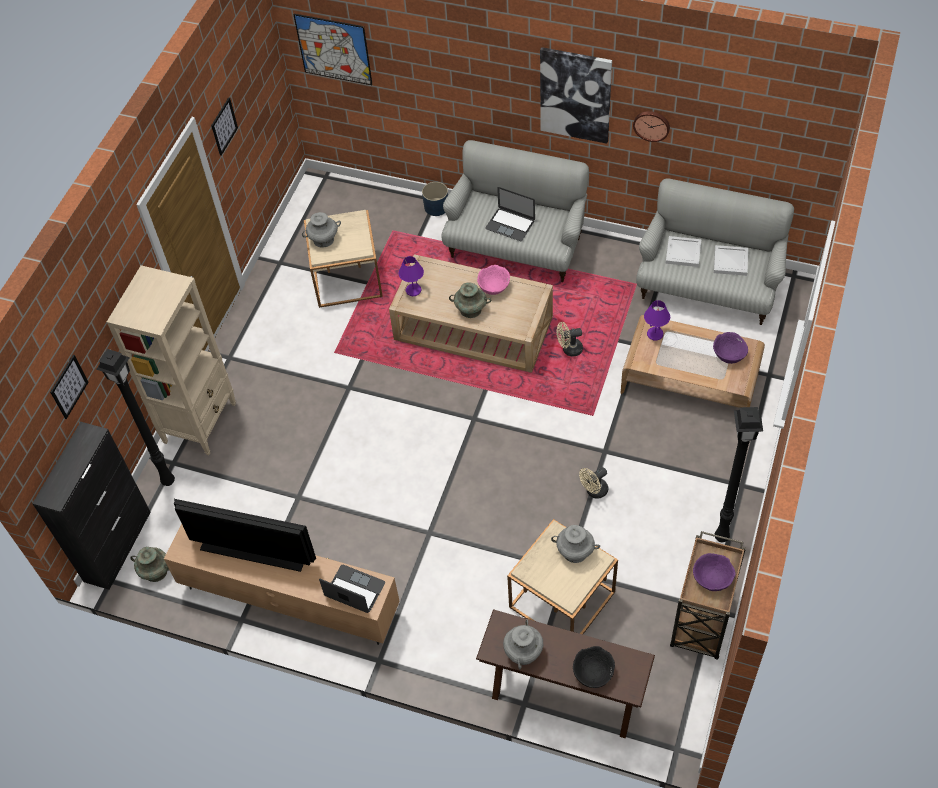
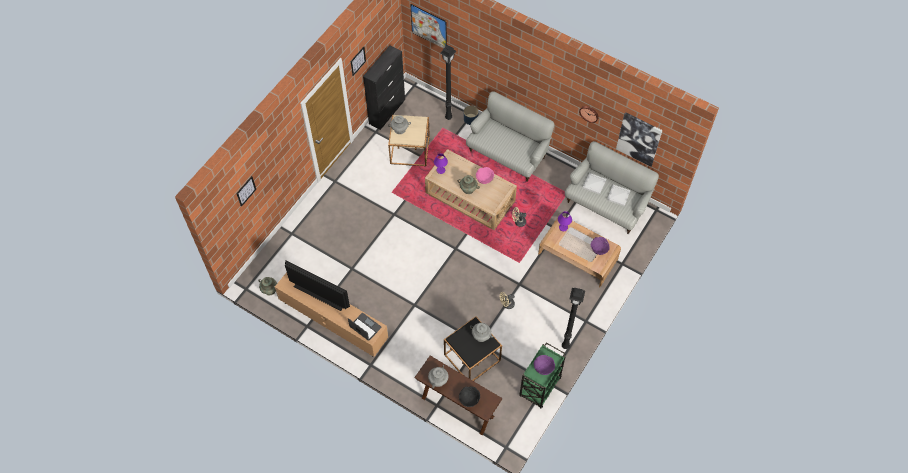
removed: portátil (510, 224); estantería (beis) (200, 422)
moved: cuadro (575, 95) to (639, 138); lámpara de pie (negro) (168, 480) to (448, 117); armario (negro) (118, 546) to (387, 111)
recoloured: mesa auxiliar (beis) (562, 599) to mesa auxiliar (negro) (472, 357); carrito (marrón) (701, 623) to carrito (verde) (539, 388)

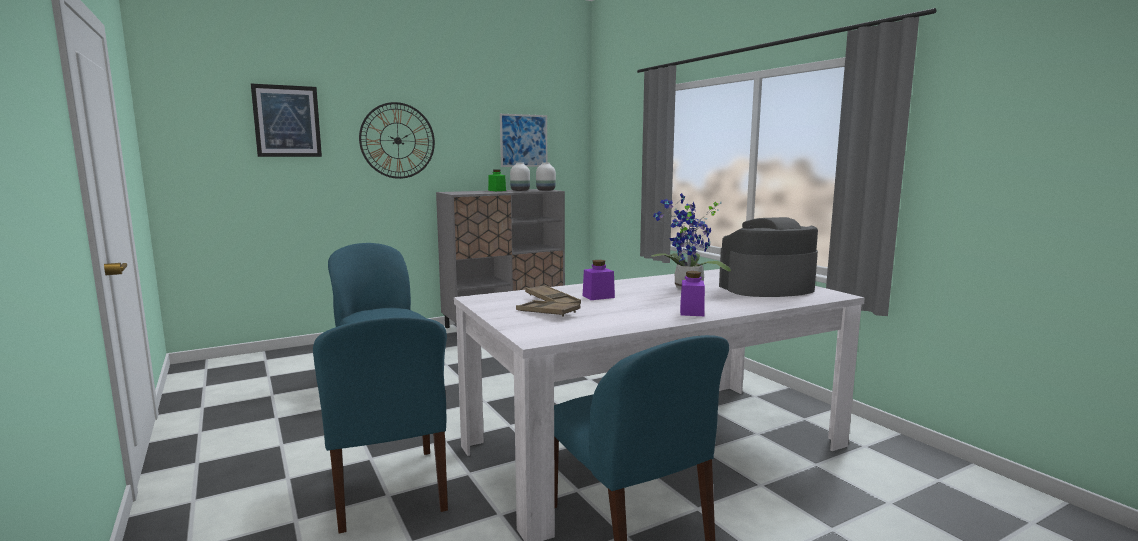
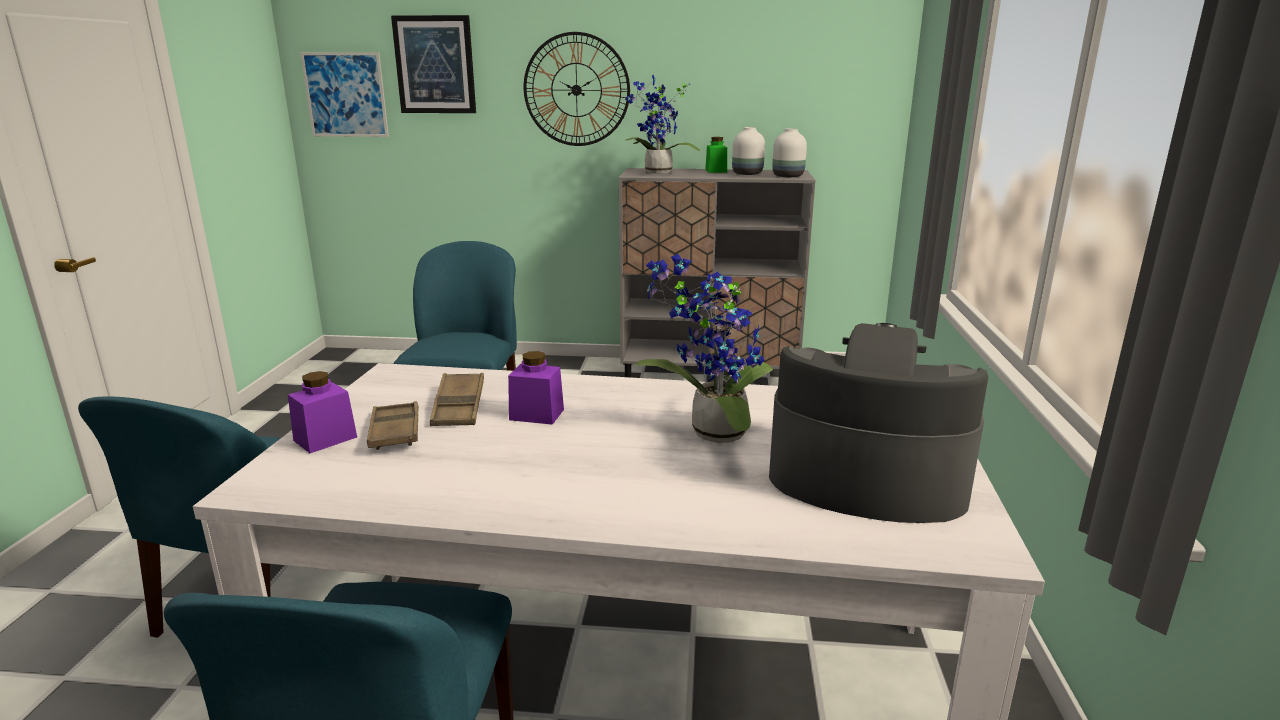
added: planta en maceta (657, 173)
moved: cuadro (523, 140) to (345, 95); tarro (morado) (691, 312) to (325, 439)

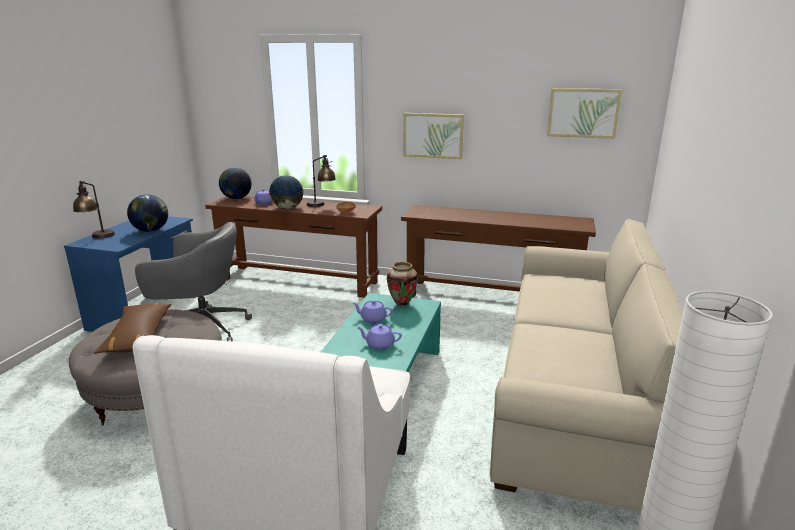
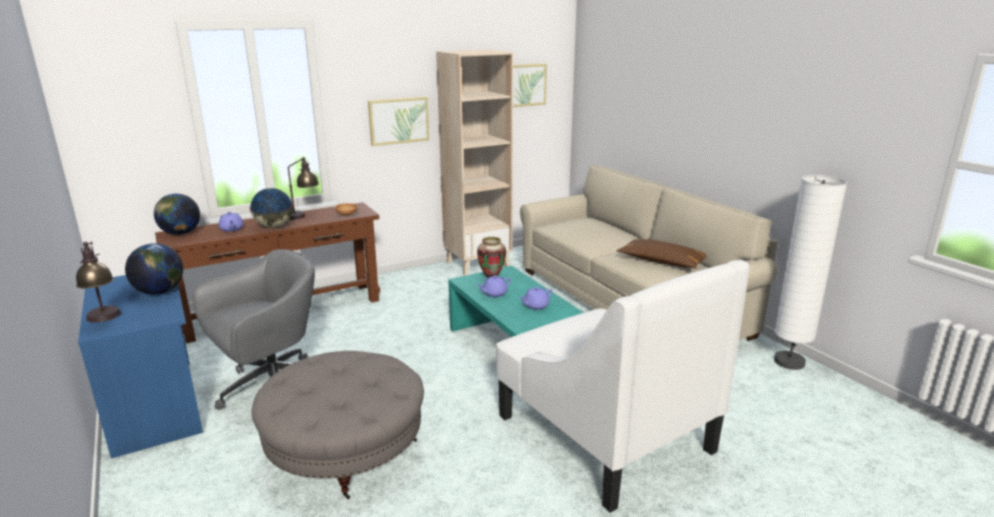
moved: cojín (marrón) (138, 336) to (661, 262)
replaced: mesa consola (marrón) (491, 297) to estantería (beis) (478, 264)

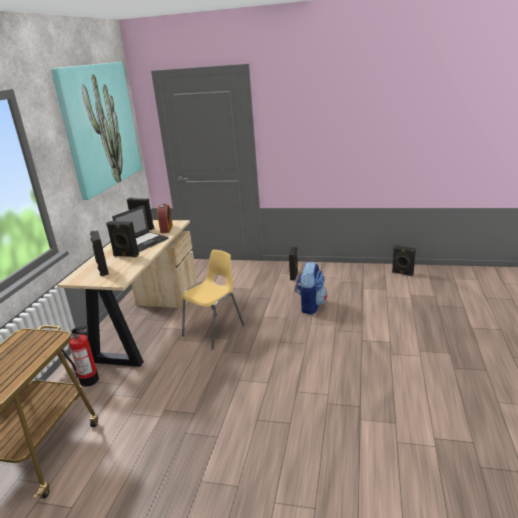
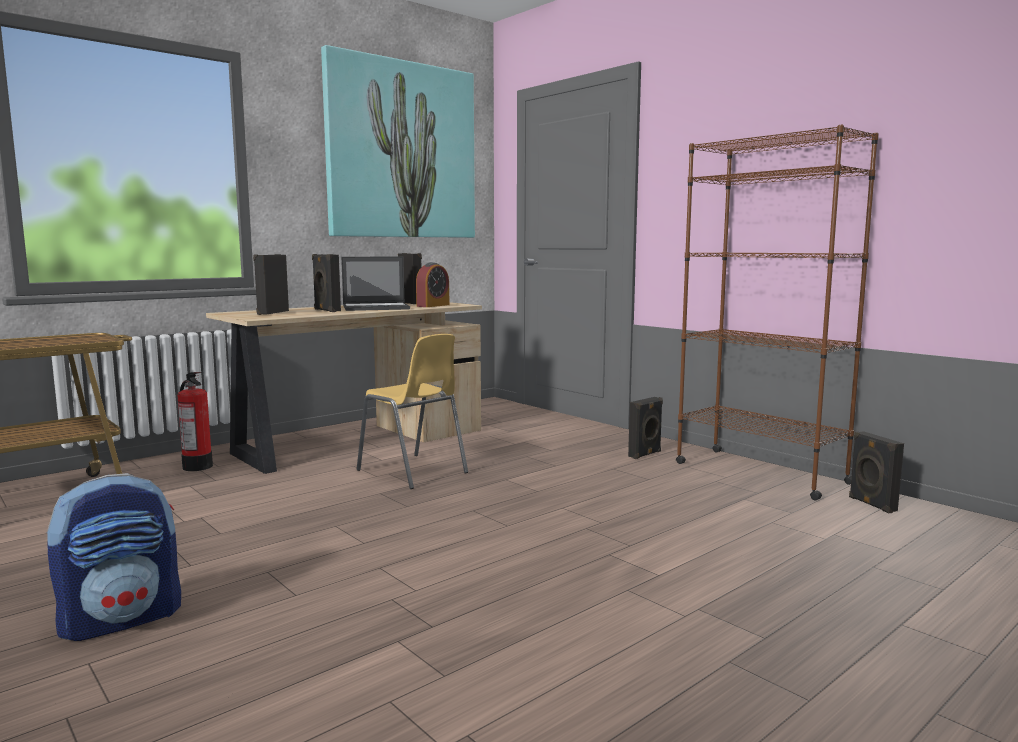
added: estantería (marrón) (759, 472)
moved: mochila (310, 306) to (122, 619)
turned: silla (amarillo) (214, 330) = (413, 472) 60 degrees clockwise

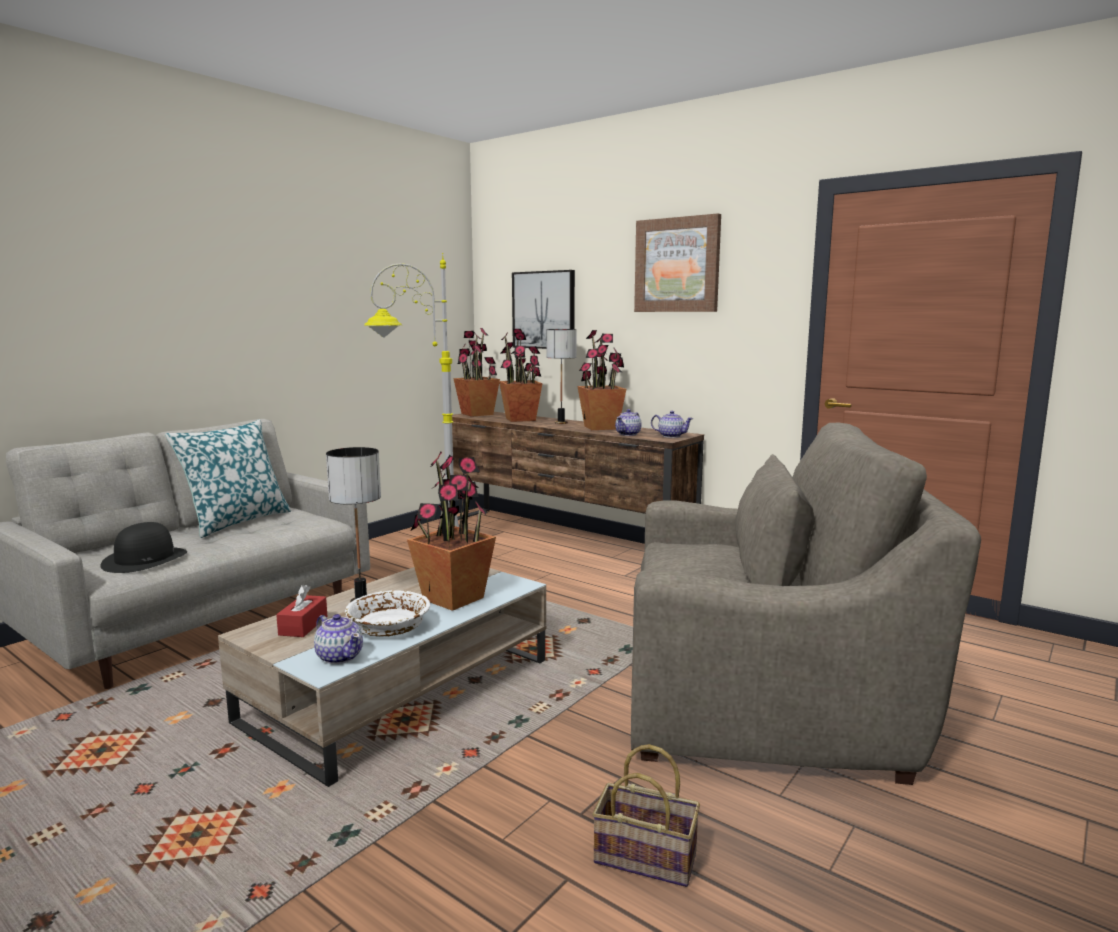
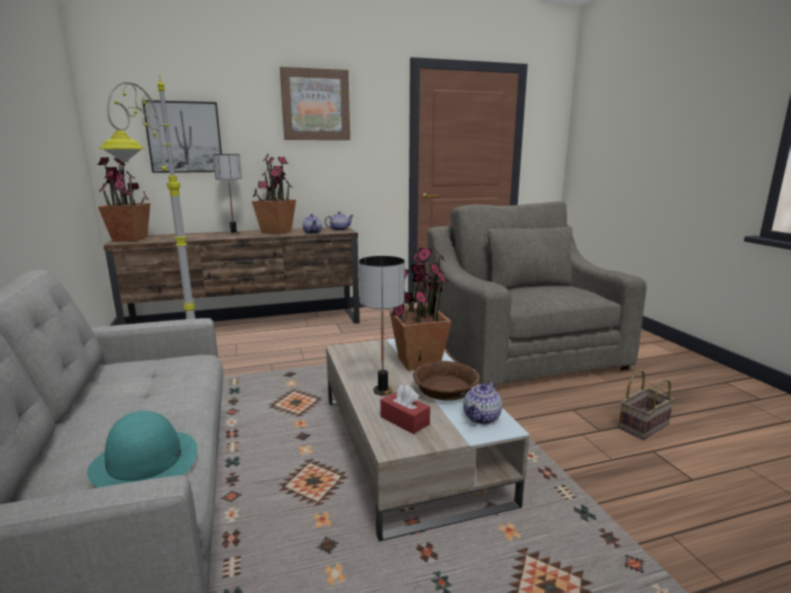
removed: planta en maceta (521, 419); cojín (236, 522)
recoloured: sombrero (negro) (145, 559) to sombrero (turquesa) (145, 462); cuenco (blanco) (388, 627) to cuenco (marrón) (445, 391)
turned: sillón (gris) (765, 693) = (521, 352) 60 degrees counterclockwise; tetera (339, 656) = (482, 417) 135 degrees clockwise

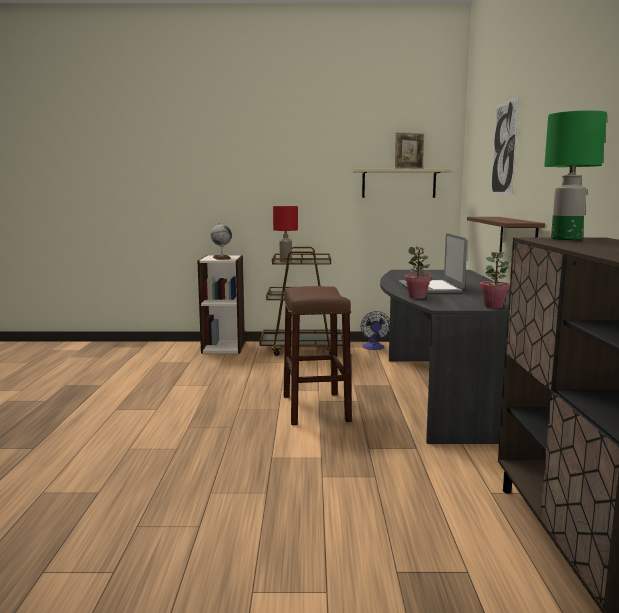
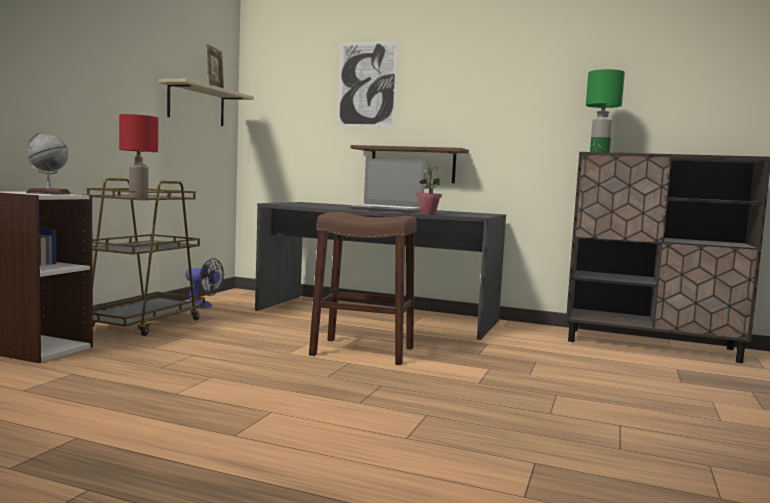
removed: planta en maceta (493, 306)

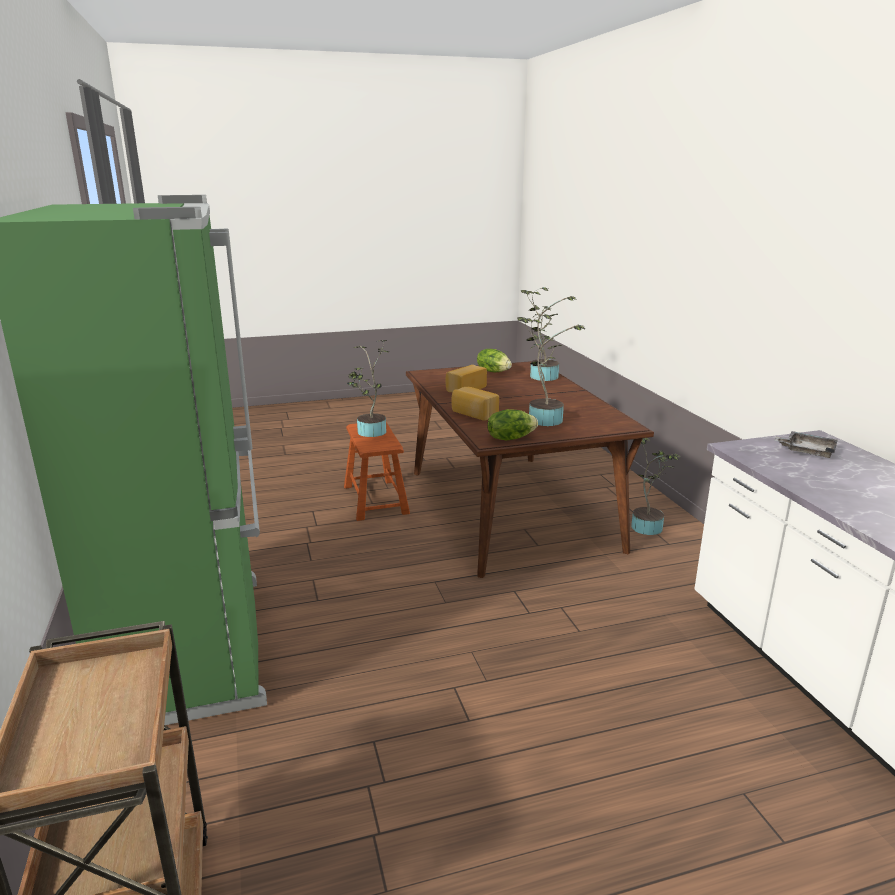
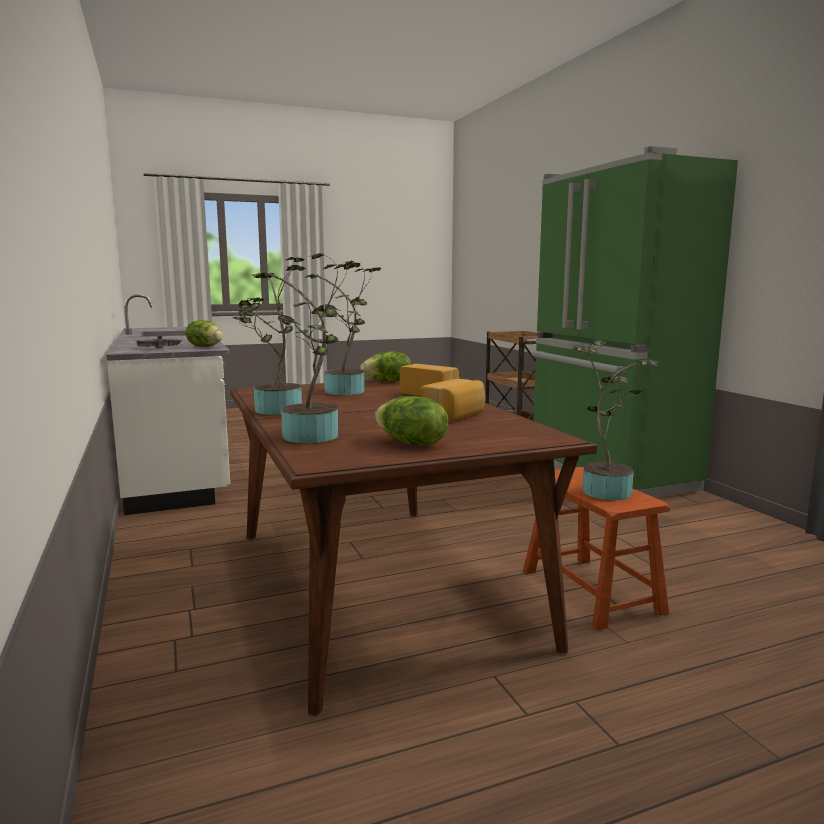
added: lechuga (205, 347)
moved: planta en maceta (647, 526) to (275, 411)

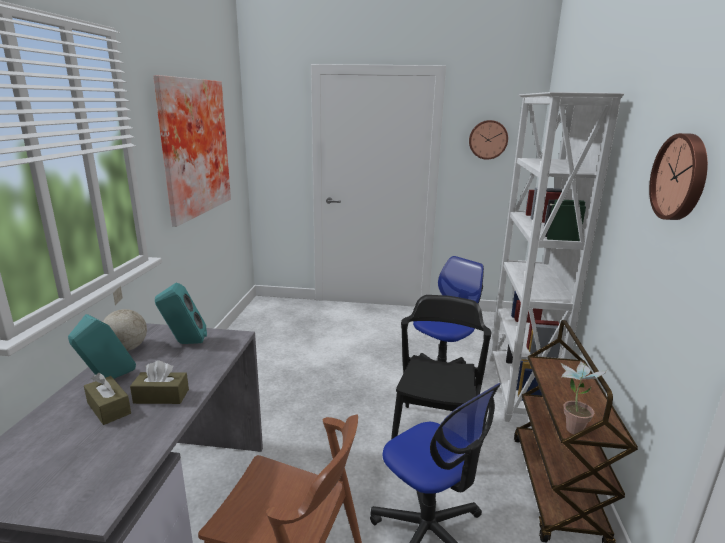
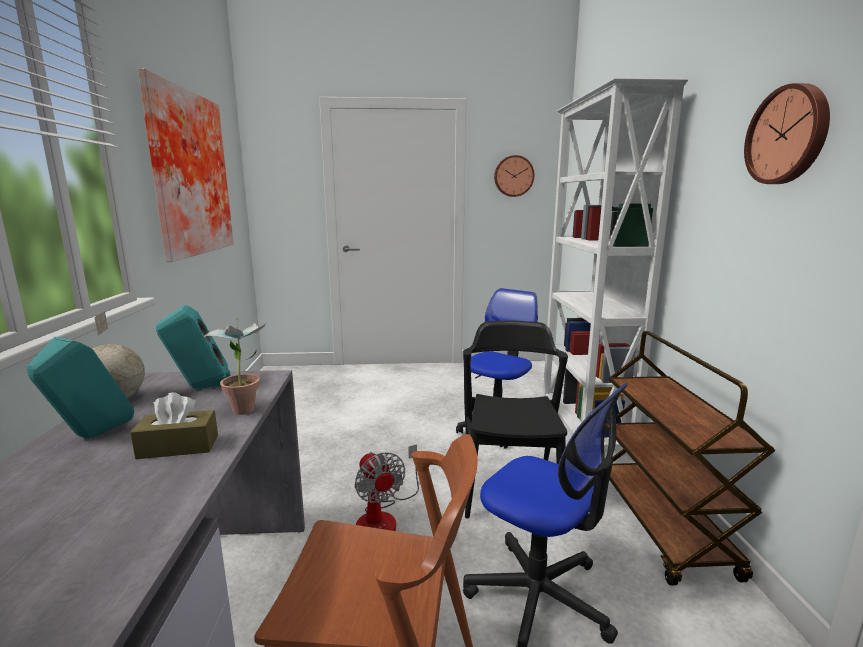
removed: caja de pañuelos (marrón) (109, 408)
added: ventilador (384, 517)
moved: planta en maceta (572, 425) to (245, 407)

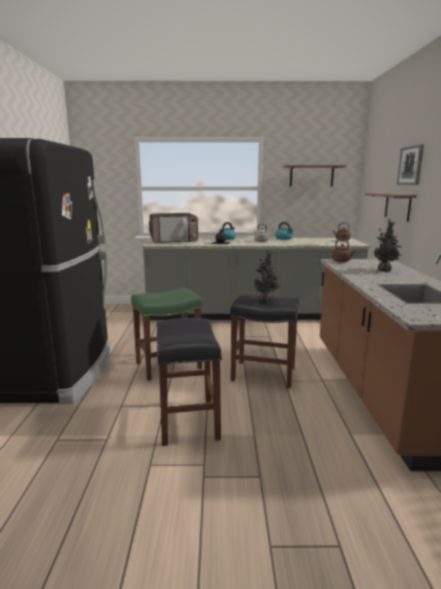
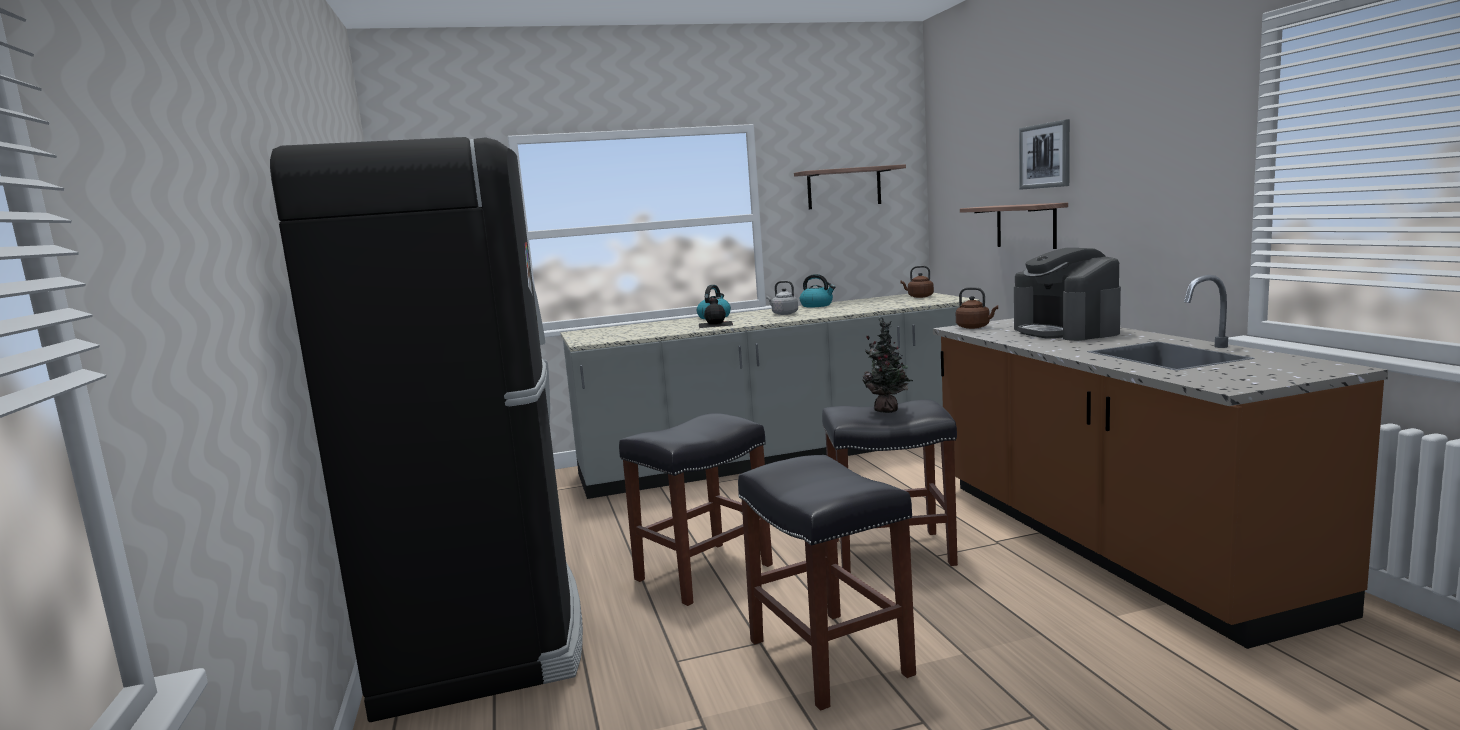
removed: microondas (174, 240)
replaced: planta en maceta (385, 270) to cafetera (1066, 331)
recoloured: taburete (verde) (169, 365) to taburete (negro) (704, 571)

